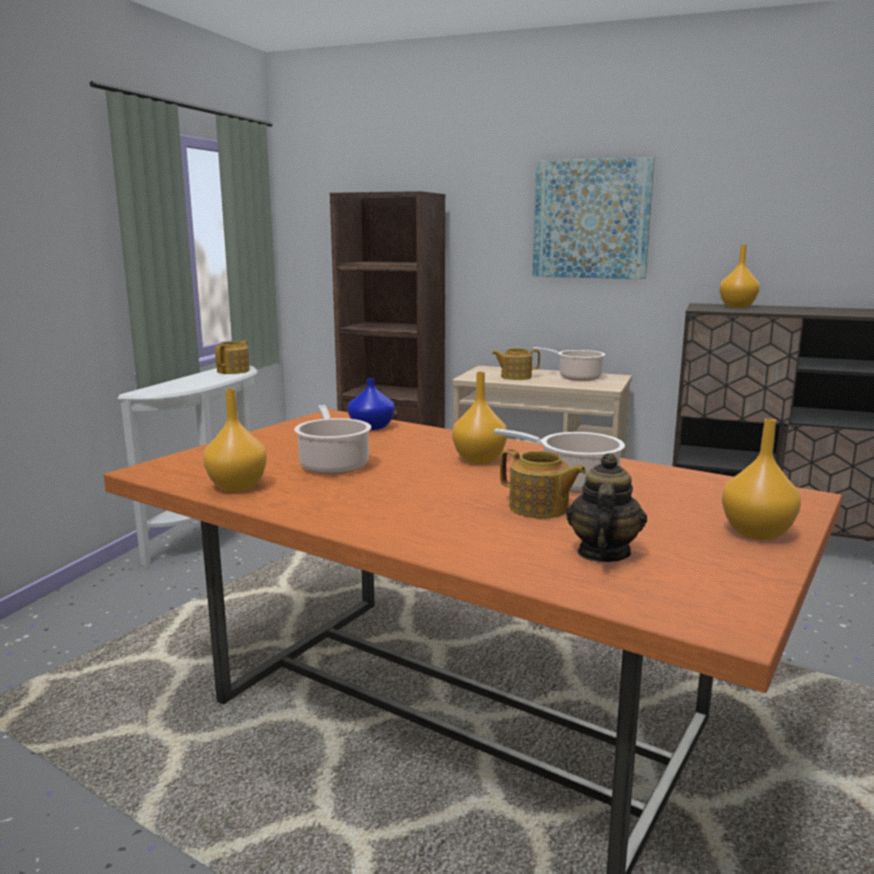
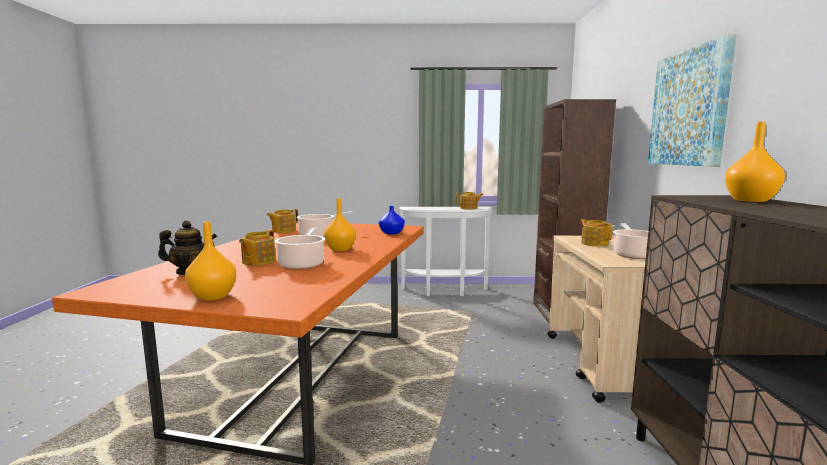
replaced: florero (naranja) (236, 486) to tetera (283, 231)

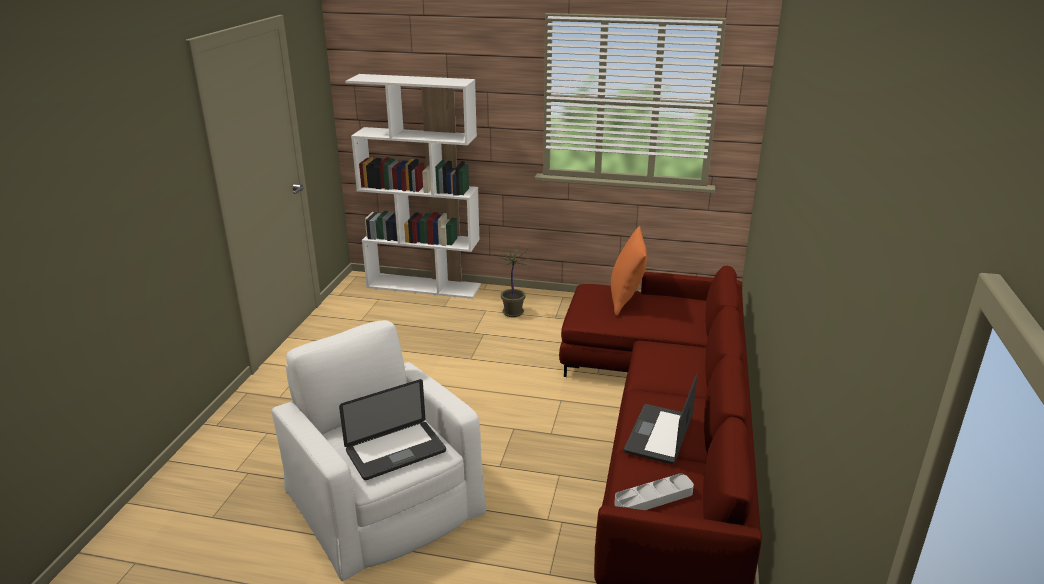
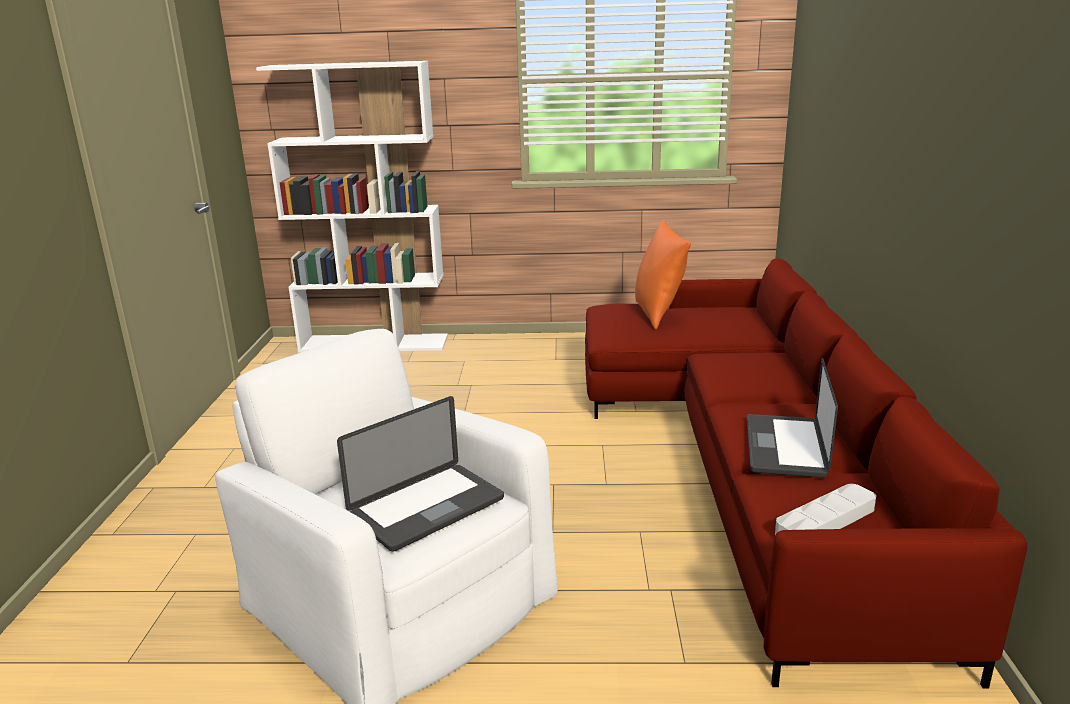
removed: planta en maceta (514, 313)

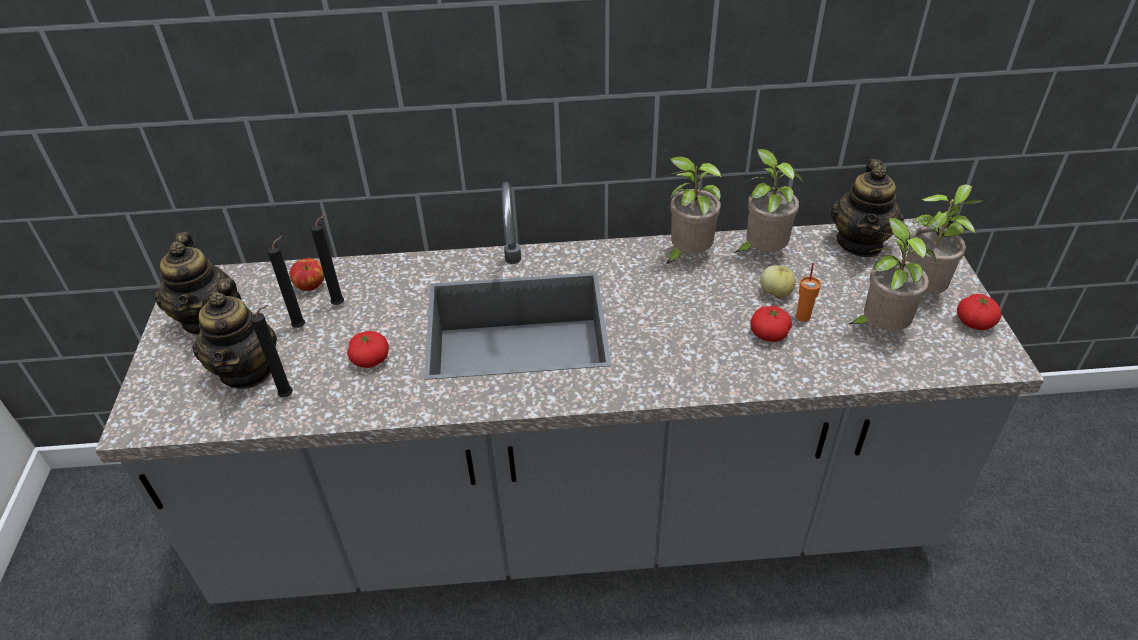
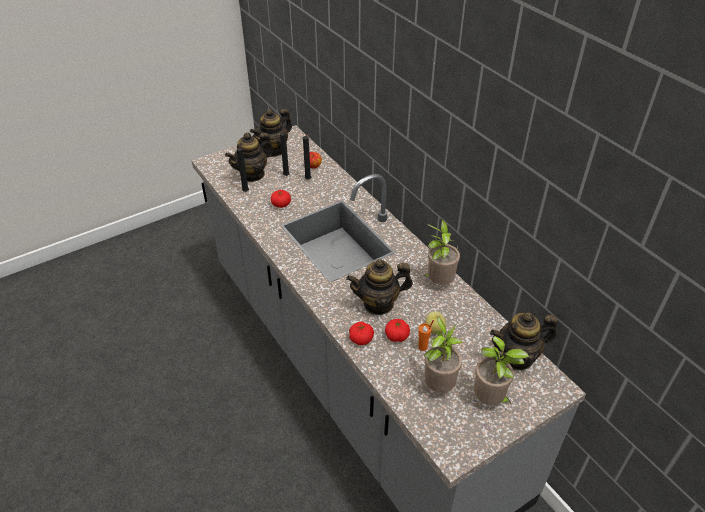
removed: planta en maceta (761, 252)
added: tetera (378, 304)
moved: tomate (974, 322) to (361, 339)

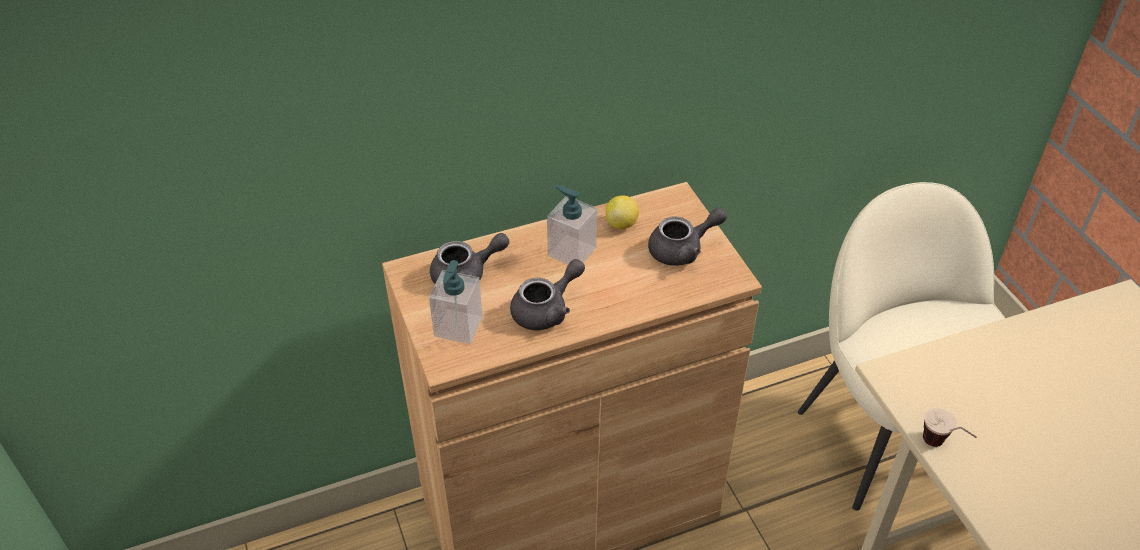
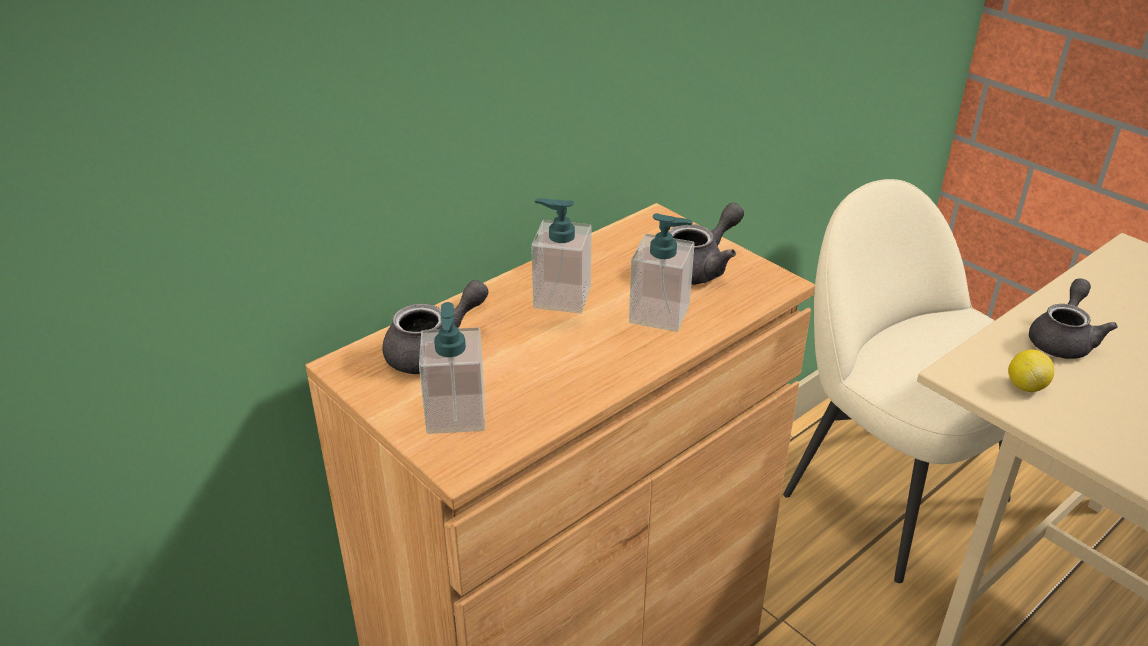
removed: taza (942, 447)
added: dispensador de jabón (660, 314)
moved: limón (621, 224) to (1025, 386); tetera (gris) (547, 310) to (1063, 340)

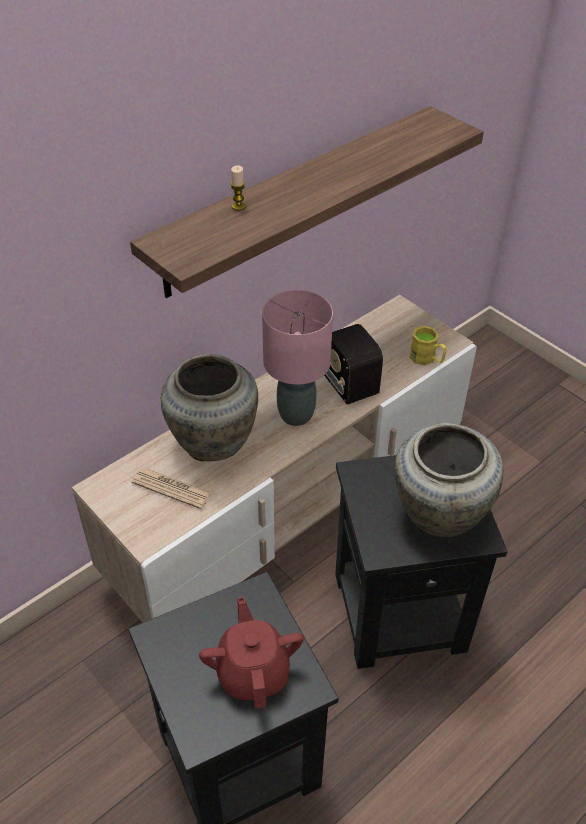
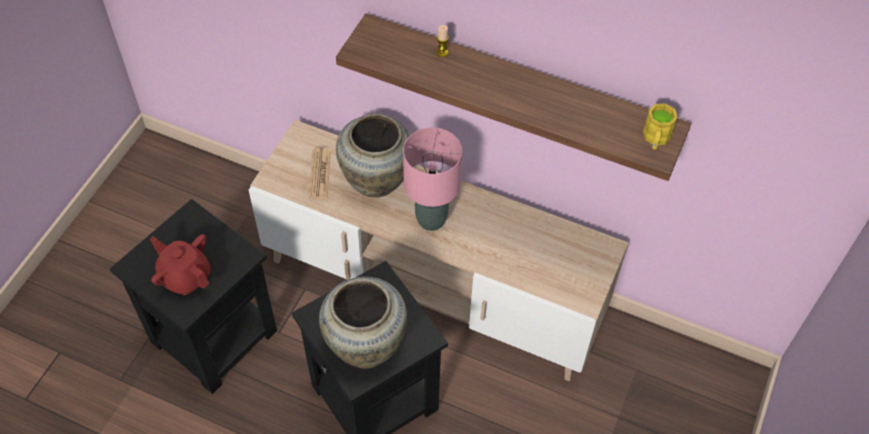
removed: radio (344, 368)
moved: taza grande (amarillo) (427, 359) to (655, 139)
turned: tetera (rojo) (253, 671) = (185, 276) 105 degrees counterclockwise

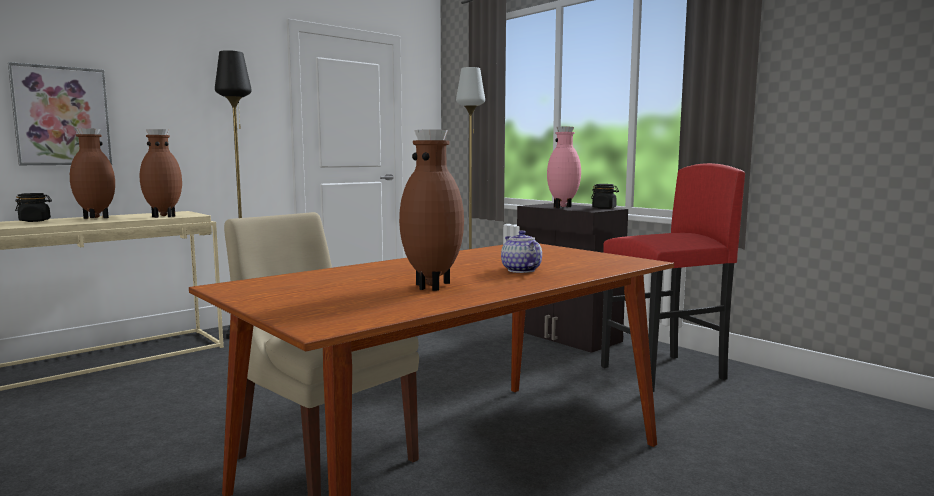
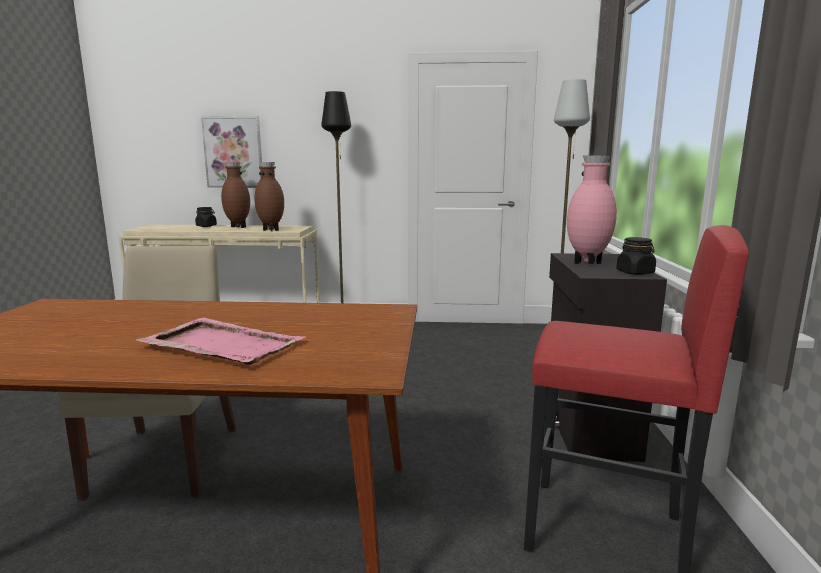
removed: florero (marrón) (433, 286)
replaced: tetera (520, 270) to bandeja (rosa) (221, 345)

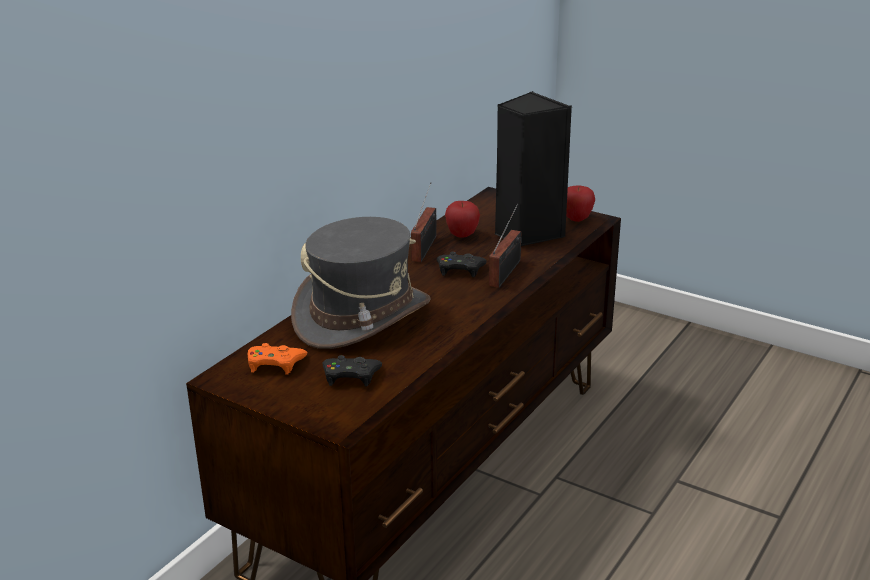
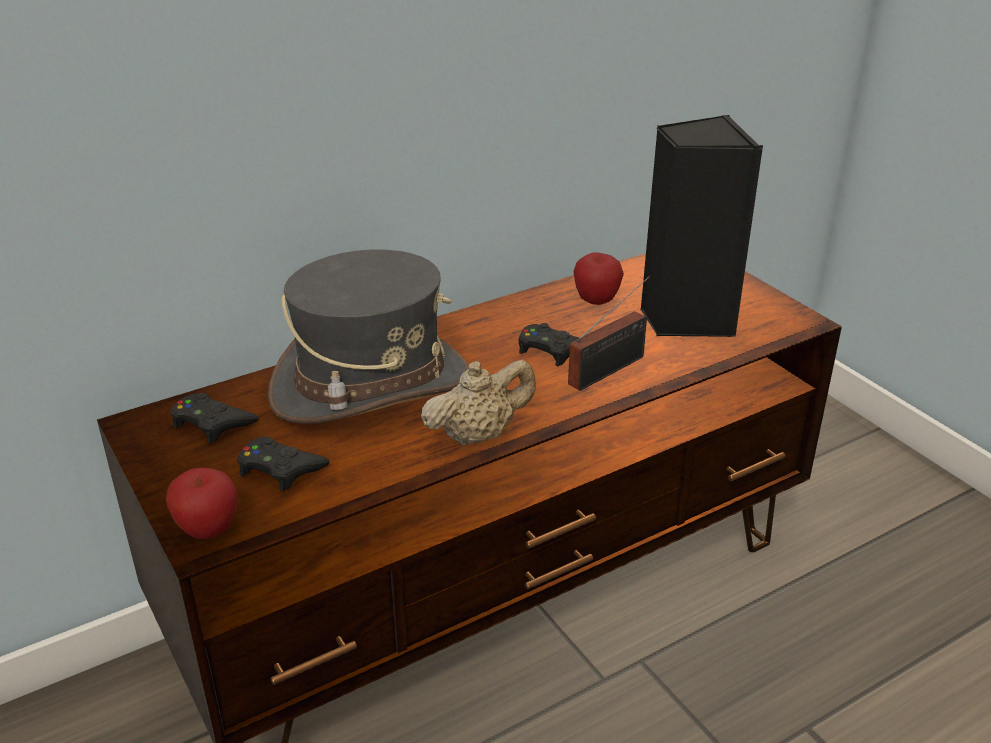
removed: radio (425, 247)
added: tetera (beis) (479, 435)
moved: manzana (576, 219) to (208, 530)
recoloured: mando de consola (naranja) (275, 363) to mando de consola (negro) (212, 423)

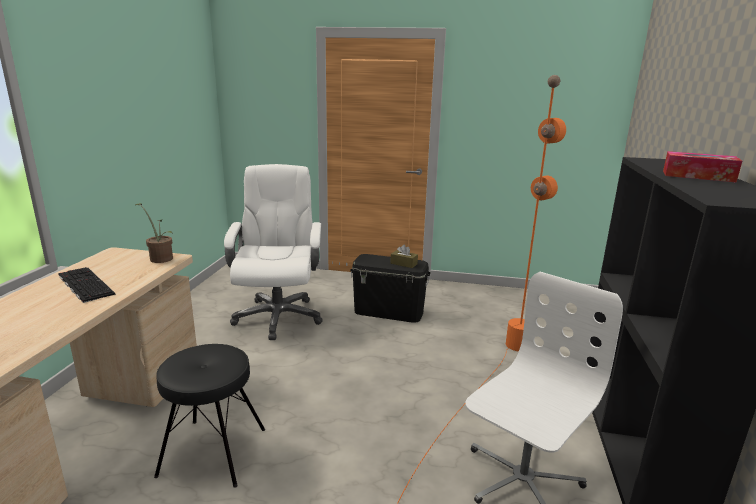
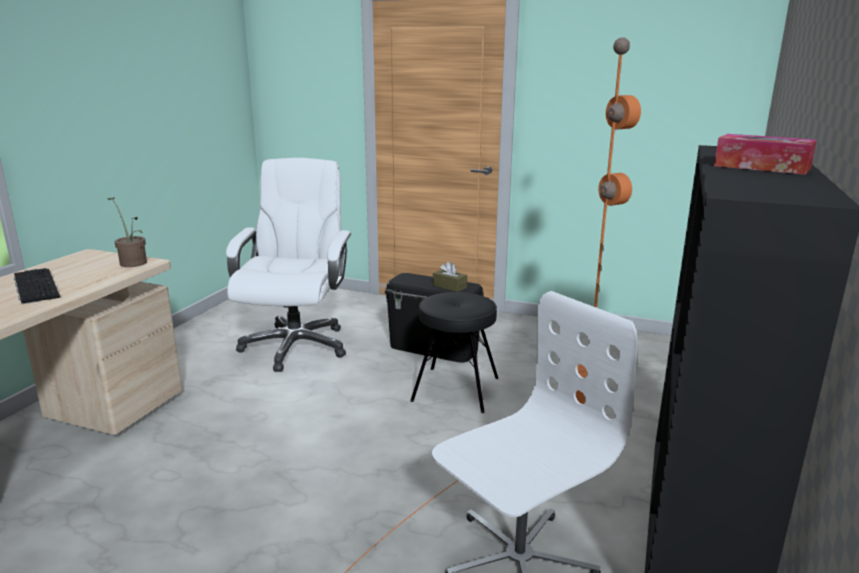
moved: taburete (negro) (213, 452) to (456, 389)

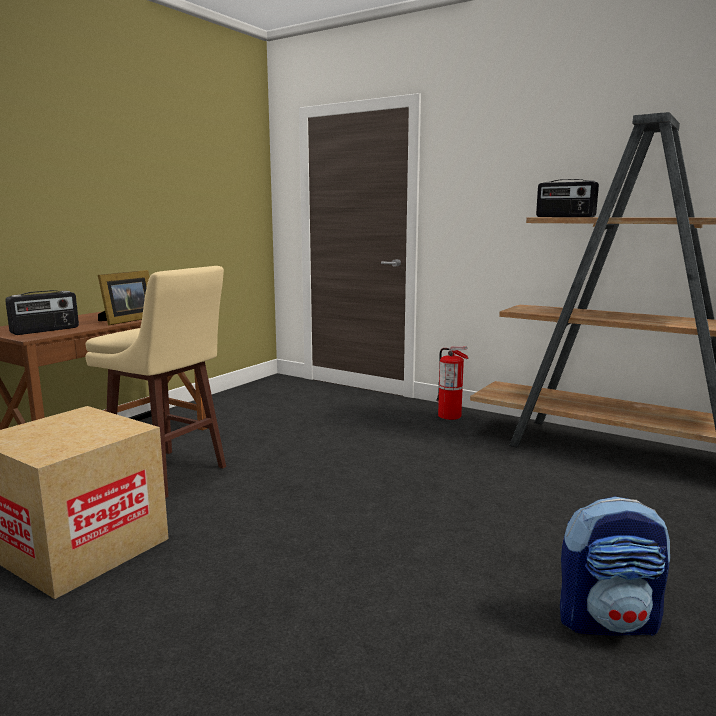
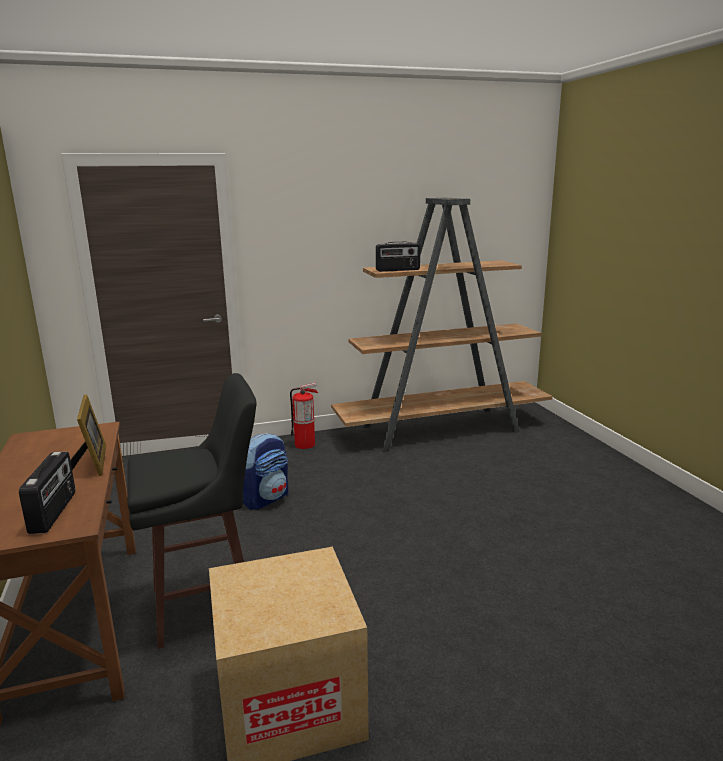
moved: mochila (608, 621) to (266, 498)
recoloured: taburete (beis) (168, 474) to taburete (negro) (207, 605)

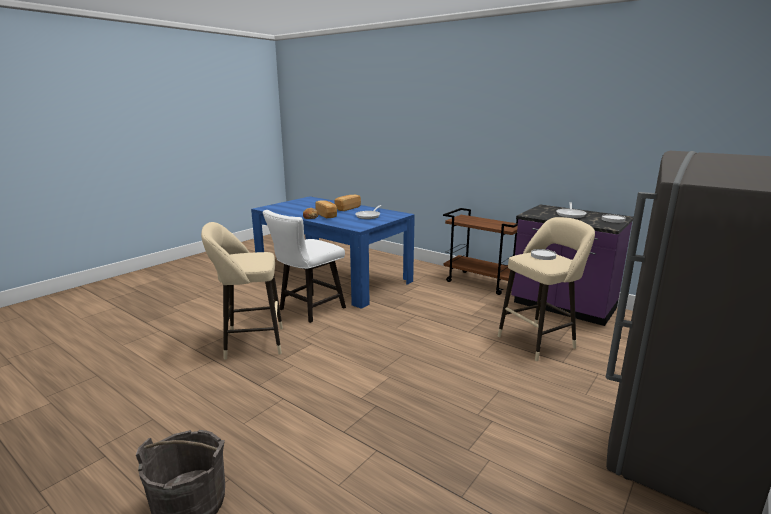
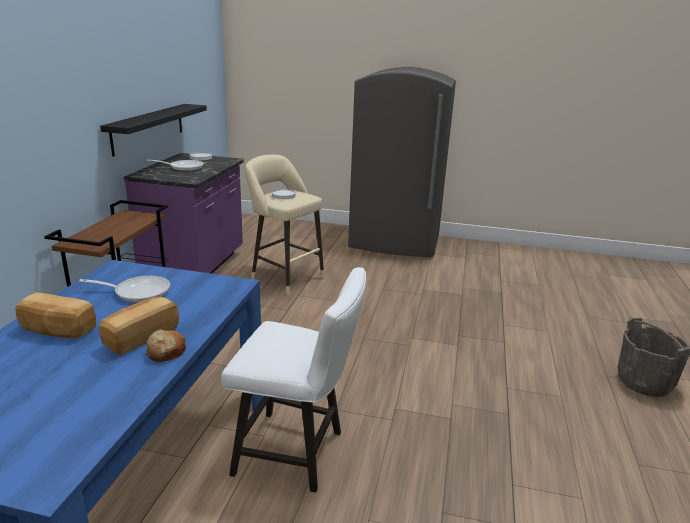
removed: taburete (beis) (250, 343)
added: estante (negro) (148, 128)

